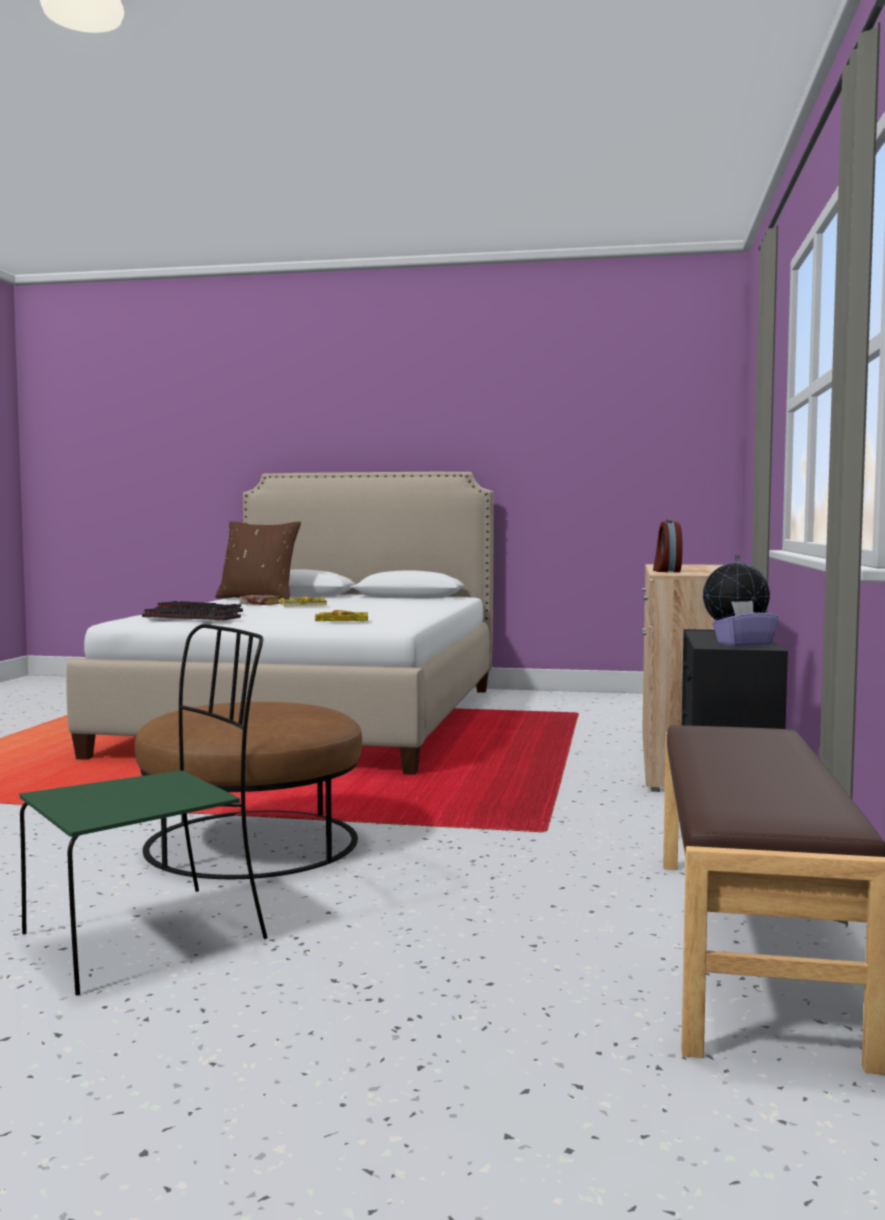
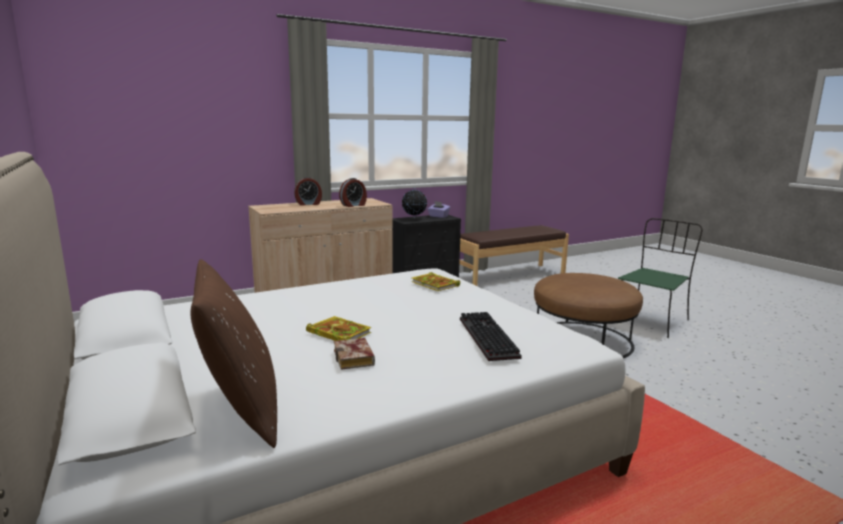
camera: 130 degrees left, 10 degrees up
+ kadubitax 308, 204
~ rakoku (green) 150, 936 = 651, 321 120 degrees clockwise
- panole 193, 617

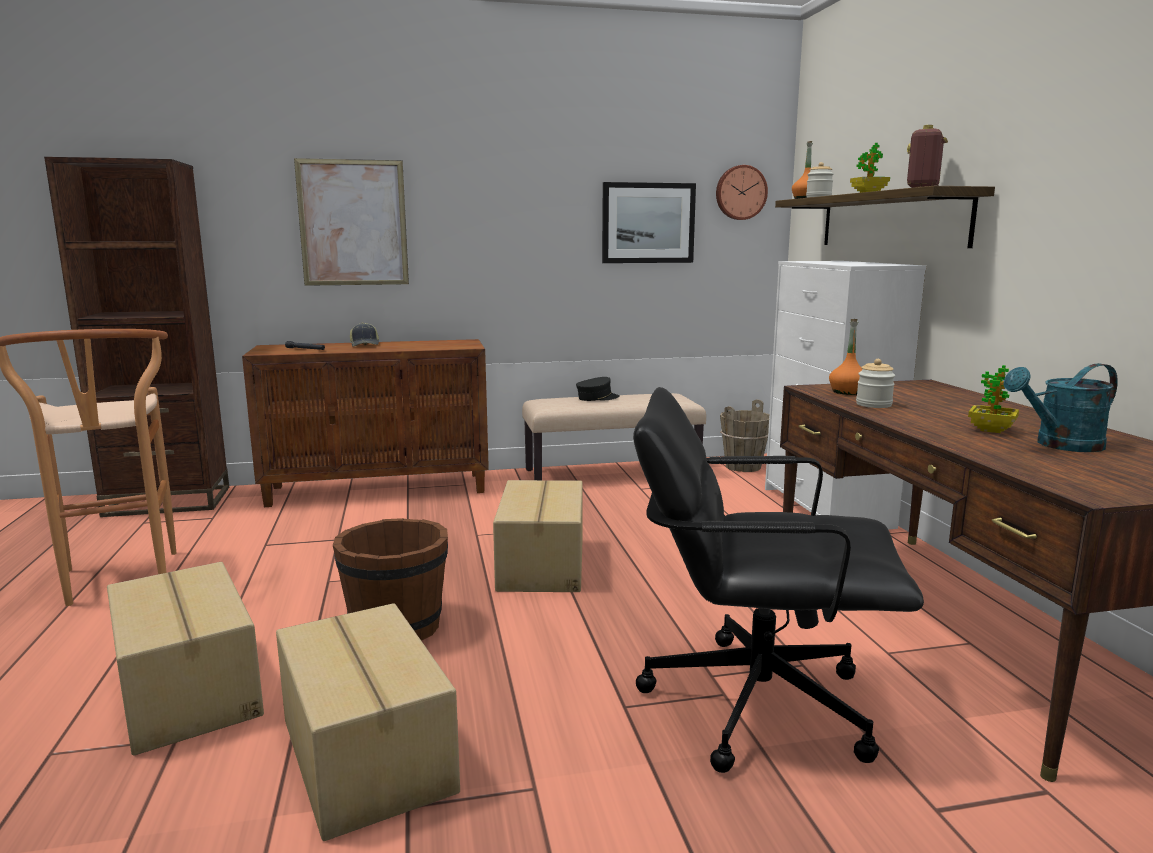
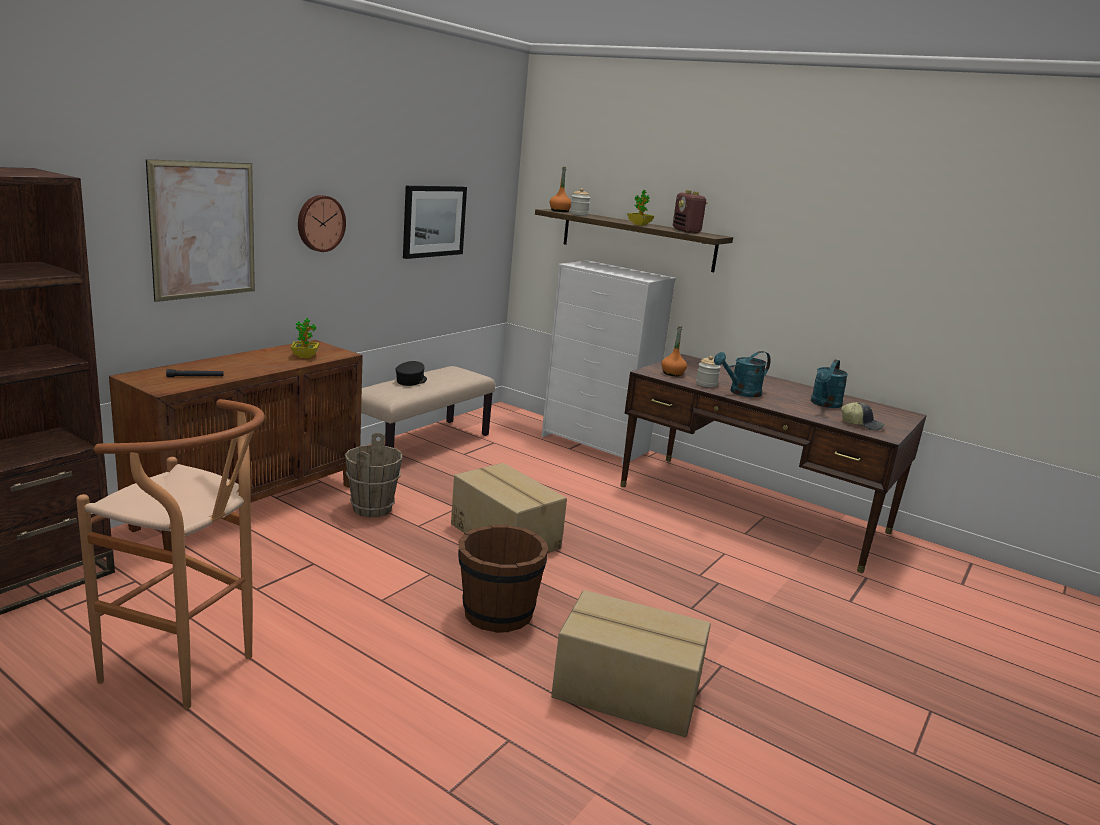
camera: 45 degrees left, 5 degrees up
~ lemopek 991, 430 to 305, 356
~ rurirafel 740, 192 to 320, 223
~ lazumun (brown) 743, 467 to 373, 509
+ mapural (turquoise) 740, 393
~ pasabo 365, 345 to 861, 424
- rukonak 190, 689
- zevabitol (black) 754, 702

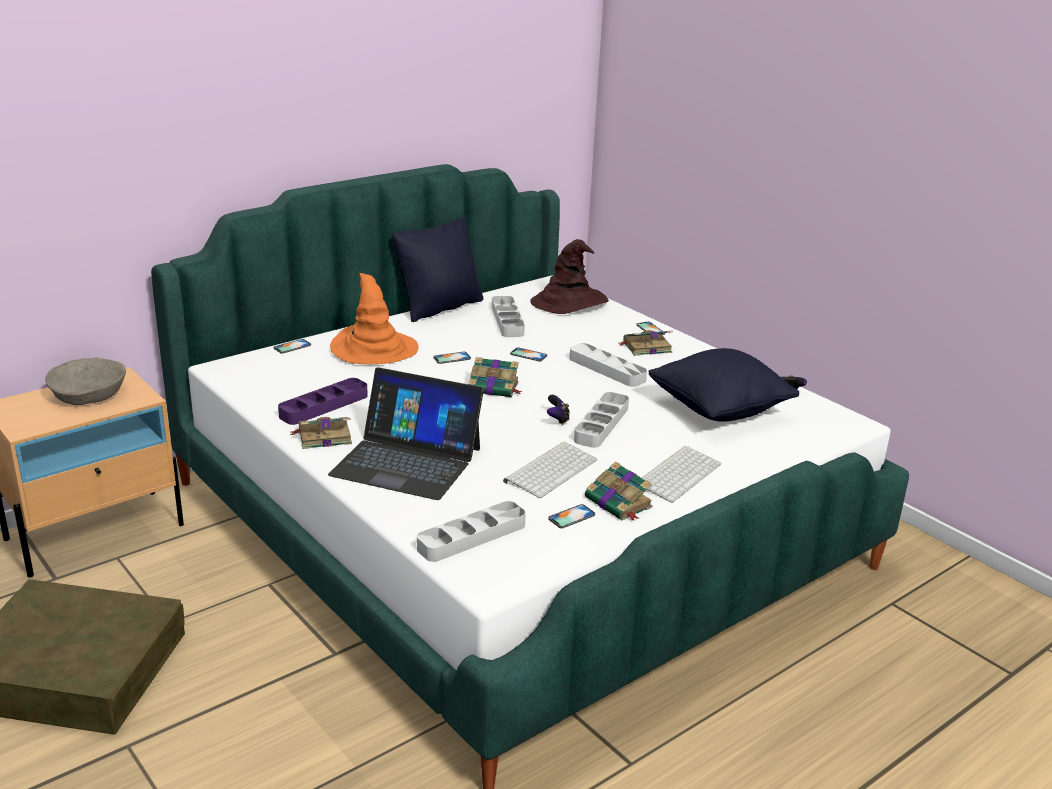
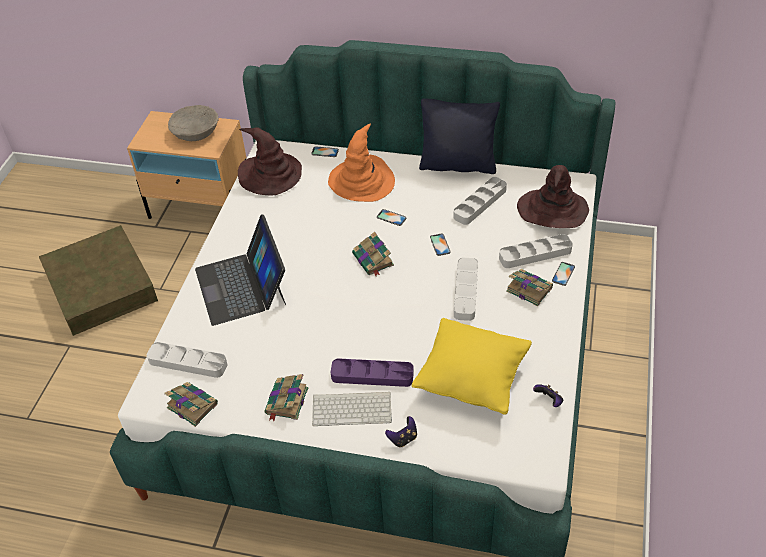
camera: 55 degrees right, 20 degrees up
~ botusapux 323, 437 to 191, 405
+ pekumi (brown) 271, 175
~ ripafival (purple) 324, 406 to 372, 375
~ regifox 557, 419 to 403, 438
~ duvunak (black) 719, 410 to duvunak (yellow) 472, 380
~ ripafival (grey) 601, 424 to 535, 254
- panole 550, 469
- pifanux 571, 517

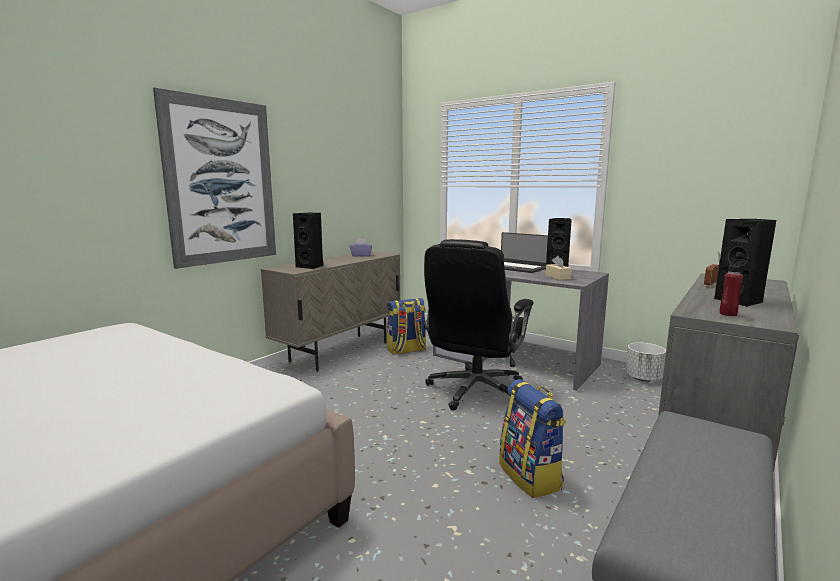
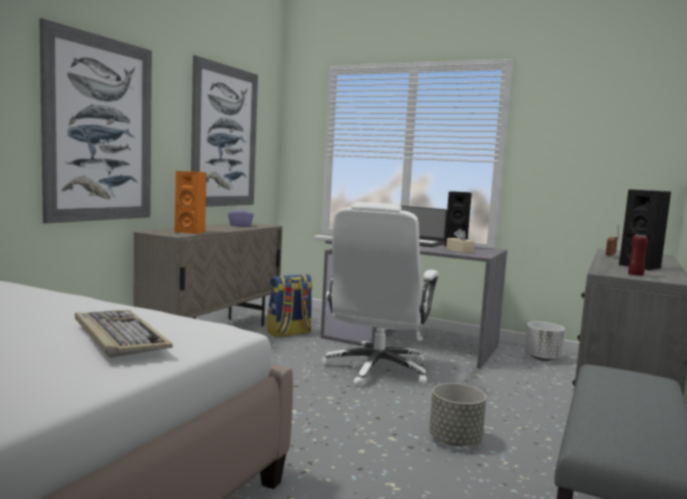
camera: 10 degrees left, 5 degrees down
+ panole 118, 336
~ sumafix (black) 311, 266 to sumafix (orange) 191, 232
+ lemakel 225, 136
~ zevabitol (black) 475, 391 to zevabitol (white) 376, 370
~ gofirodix 531, 476 to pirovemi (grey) 455, 440

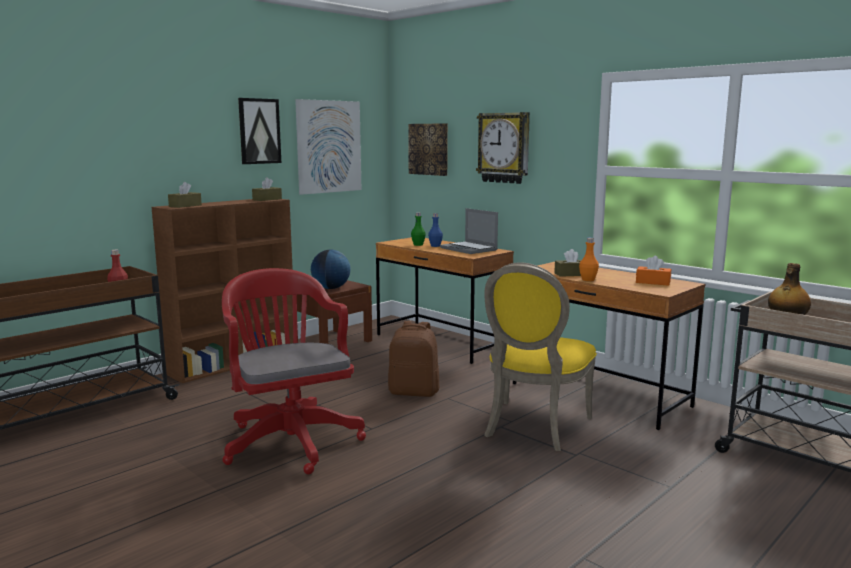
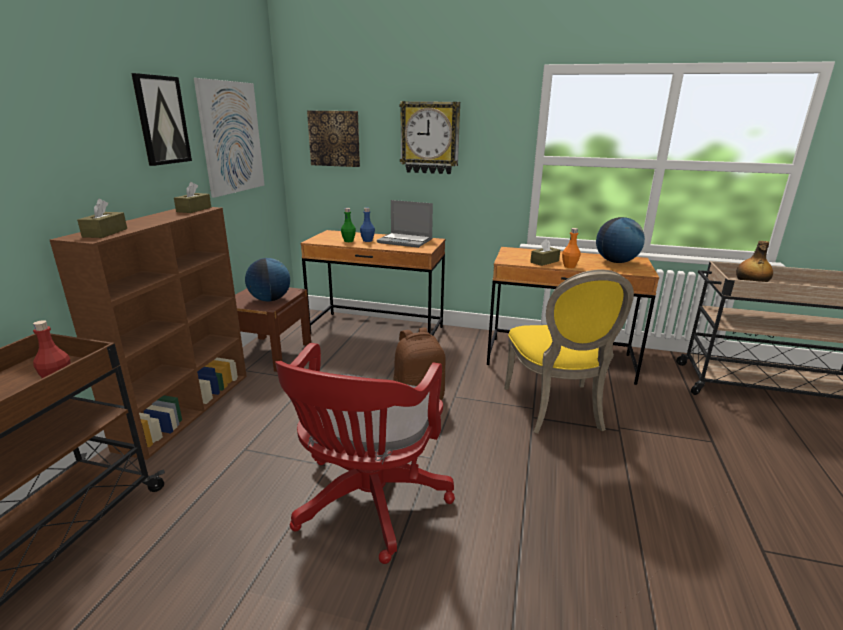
camera: 30 degrees left, 10 degrees up
~ zevabitol (red) 290, 439 = 367, 504 105 degrees counterclockwise
~ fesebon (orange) 653, 282 to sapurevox 616, 262

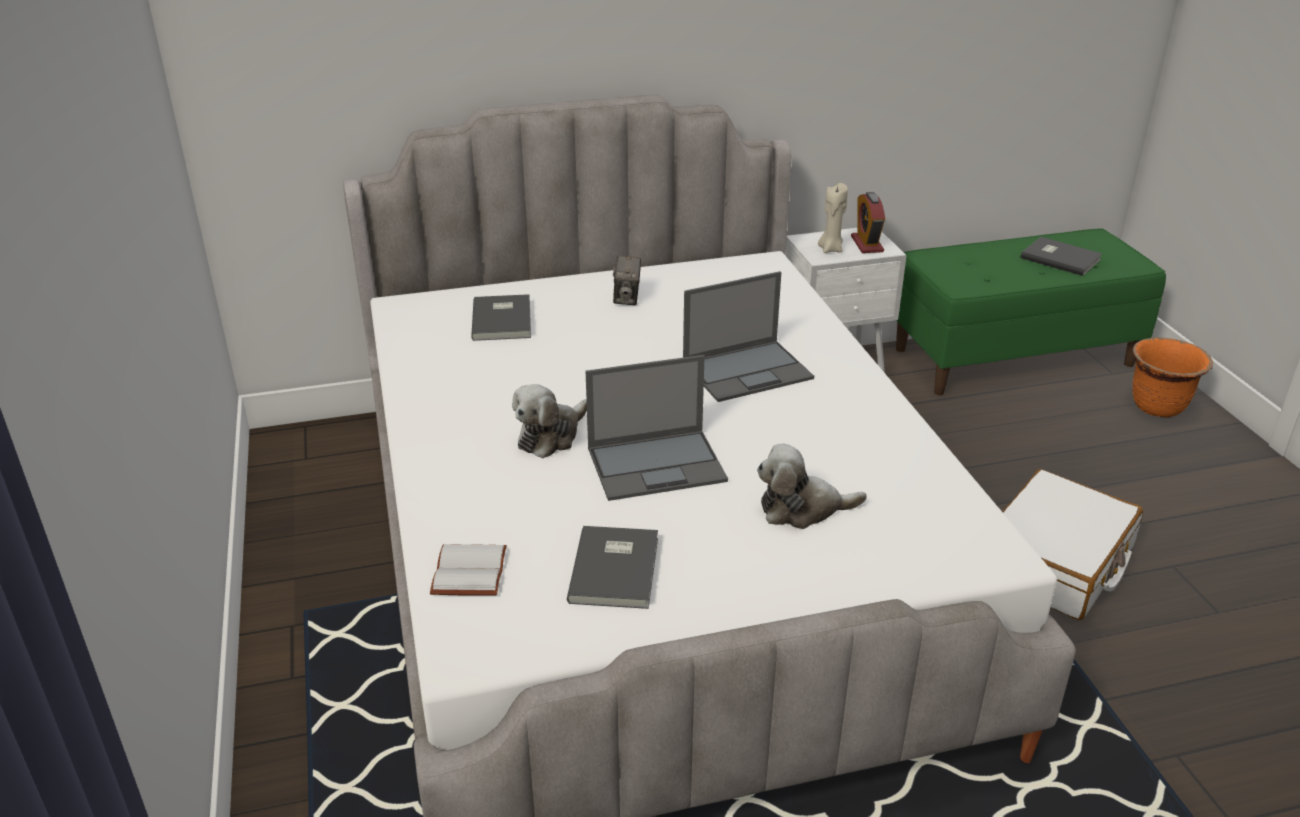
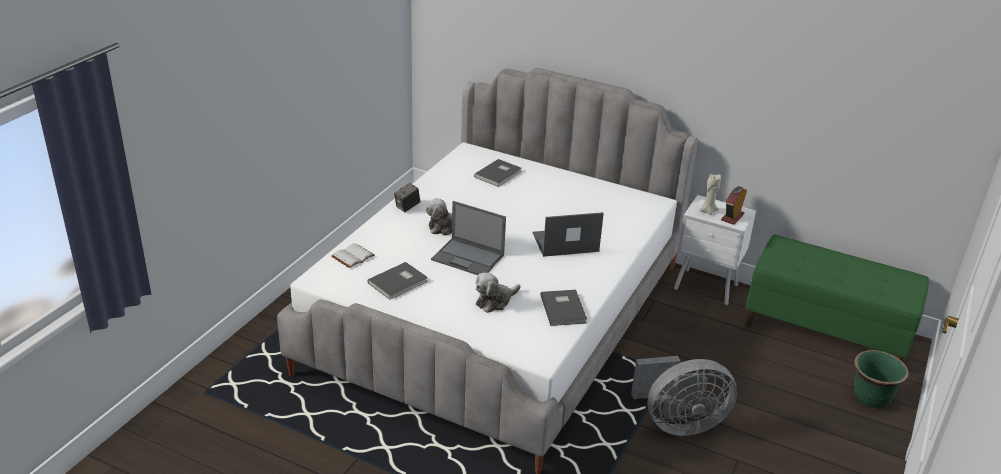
camera: 40 degrees right, 0 degrees up
~ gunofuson 627, 298 to 407, 207
~ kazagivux 802, 509 = 495, 301 75 degrees counterclockwise
~ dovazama 748, 370 = 564, 242 150 degrees clockwise
~ botusapux (grey) 1060, 258 to 564, 308
~ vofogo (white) 1055, 562 to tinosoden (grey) 678, 423
~ pirovemi (orange) 1158, 407 to pirovemi (green) 871, 398

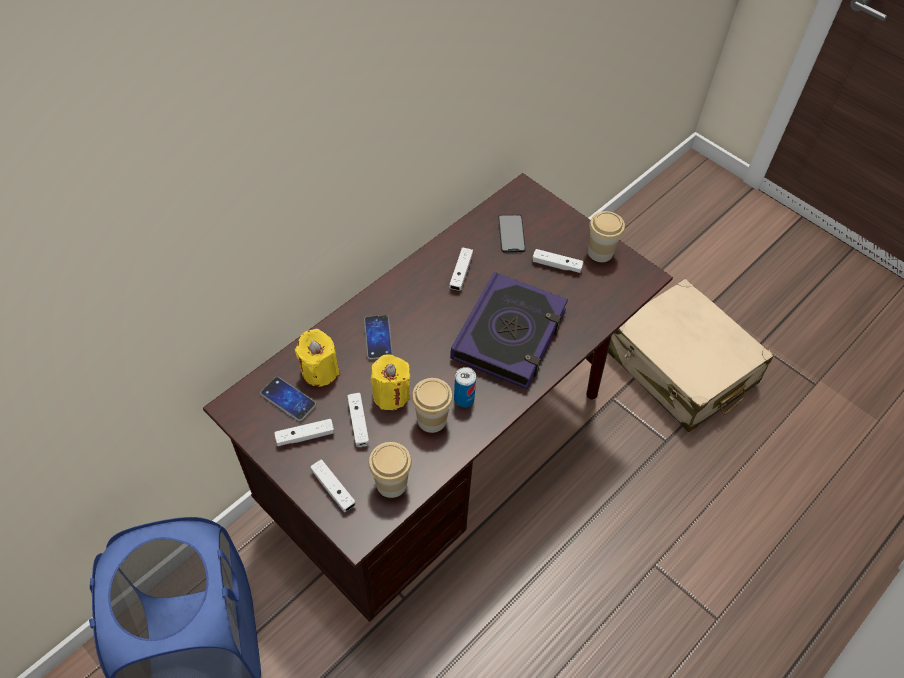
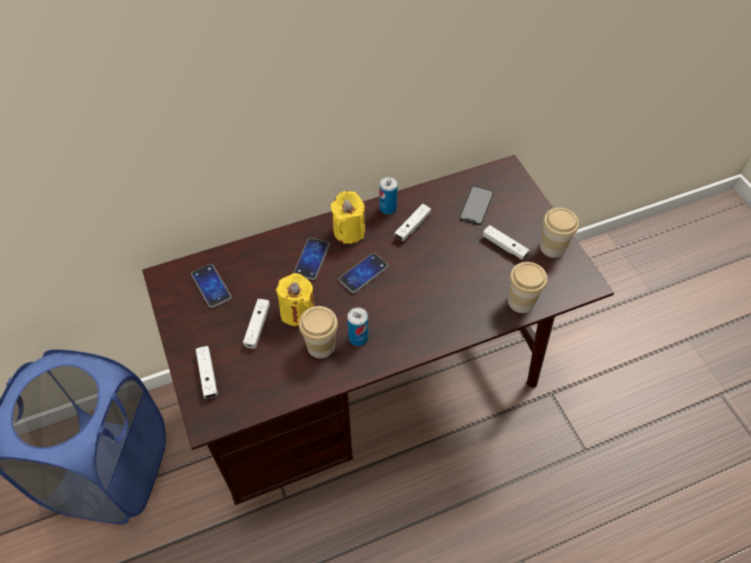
camera: 25 degrees right, 0 degrees up
~ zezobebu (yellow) 319, 371 to 349, 231
+ pifanux 363, 273
+ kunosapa 388, 208
~ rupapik 391, 483 to 521, 301
- regifox (white) 305, 436
- botusapux 509, 335
- vofogo (beige) 681, 368

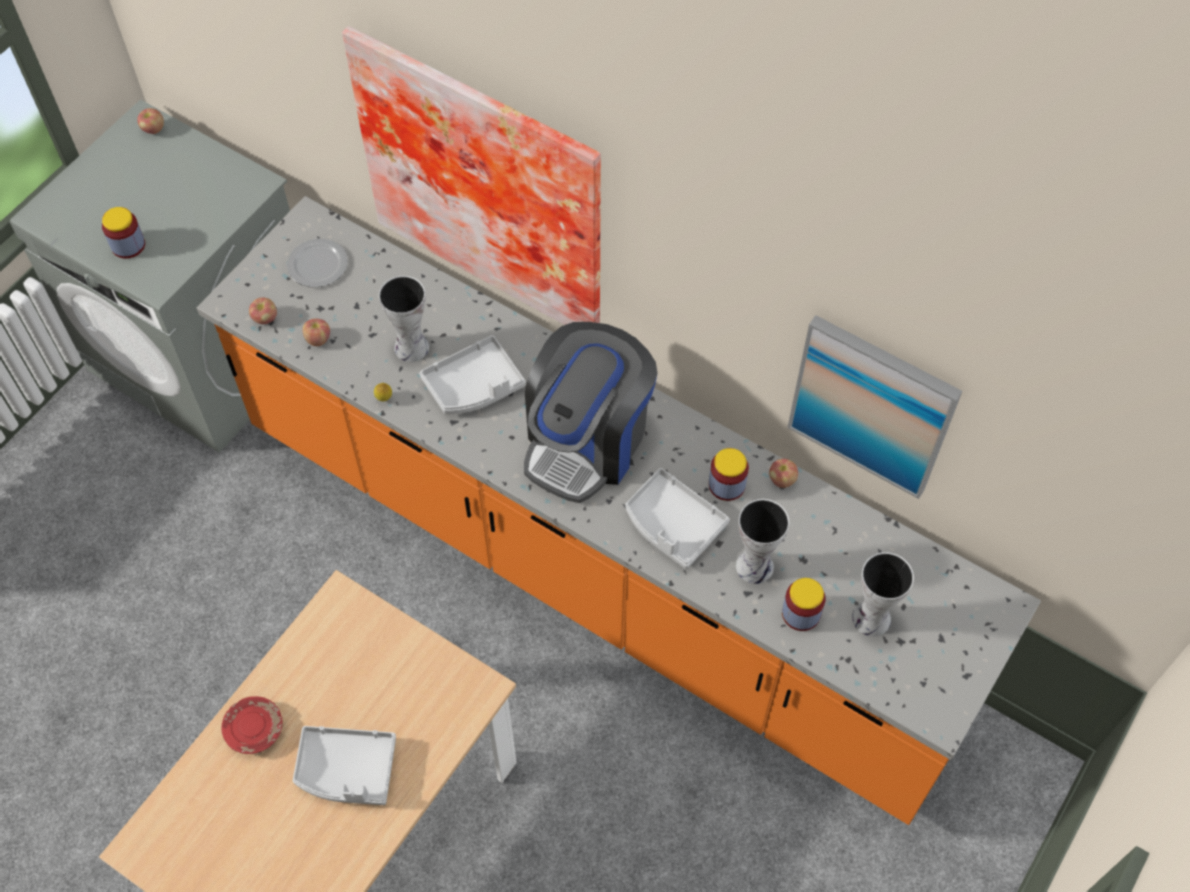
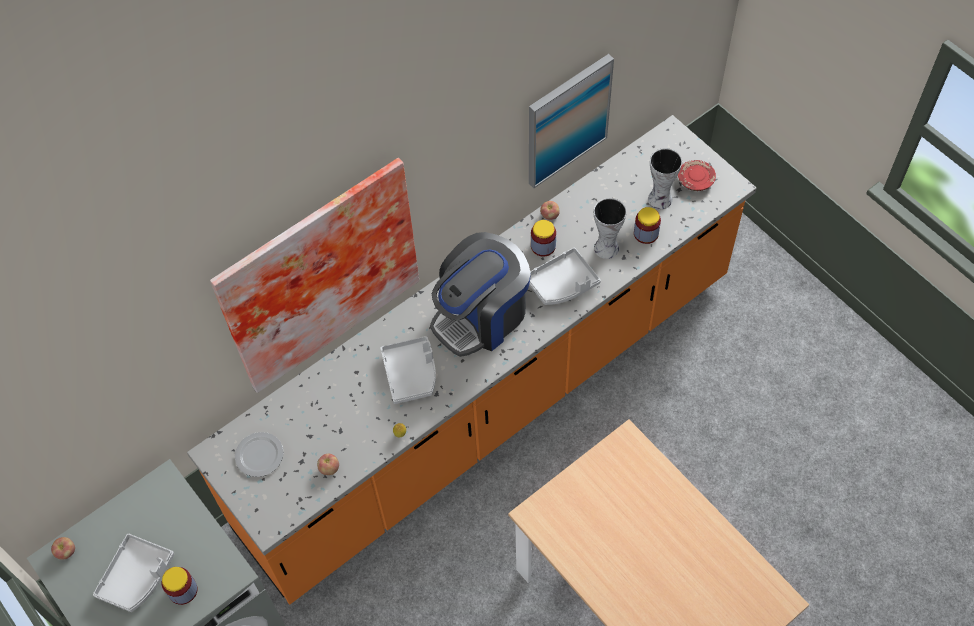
camera: 70 degrees left, 0 degrees up
~ ripafival (grey) 347, 770 to 137, 577
~ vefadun 587, 440 = 481, 316 90 degrees clockwise
~ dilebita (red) 254, 729 to 695, 180
- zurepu 265, 318
- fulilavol 409, 347

